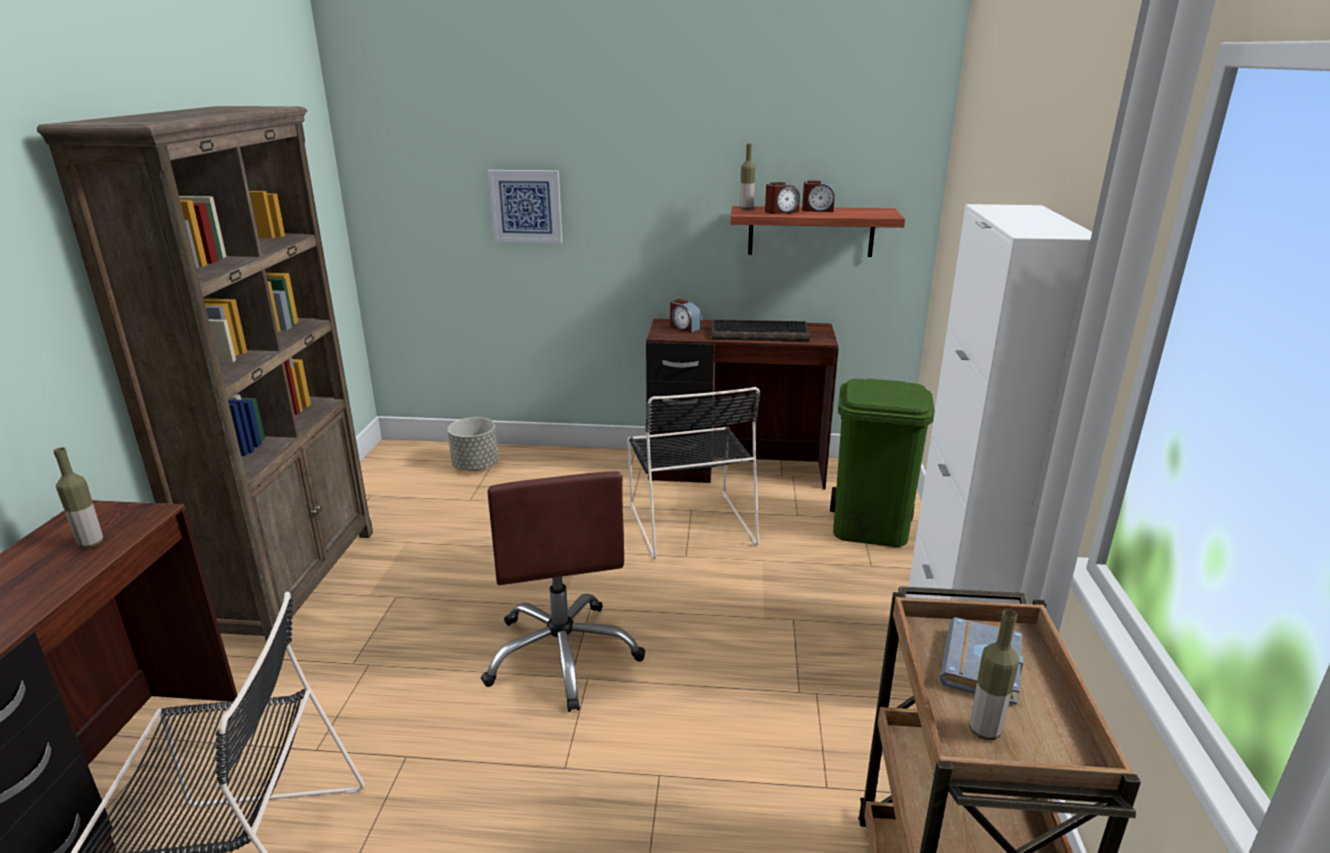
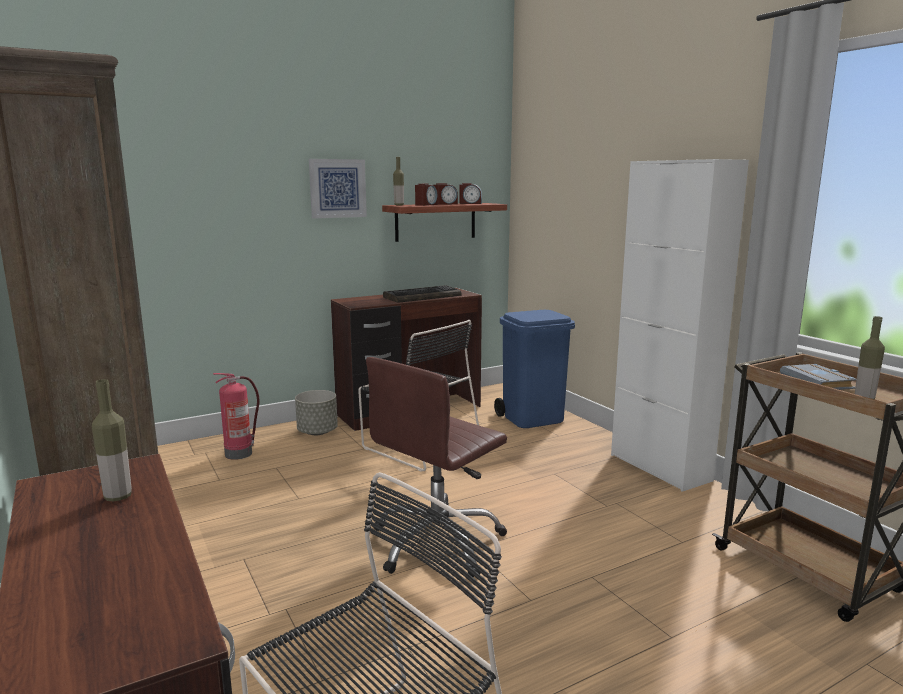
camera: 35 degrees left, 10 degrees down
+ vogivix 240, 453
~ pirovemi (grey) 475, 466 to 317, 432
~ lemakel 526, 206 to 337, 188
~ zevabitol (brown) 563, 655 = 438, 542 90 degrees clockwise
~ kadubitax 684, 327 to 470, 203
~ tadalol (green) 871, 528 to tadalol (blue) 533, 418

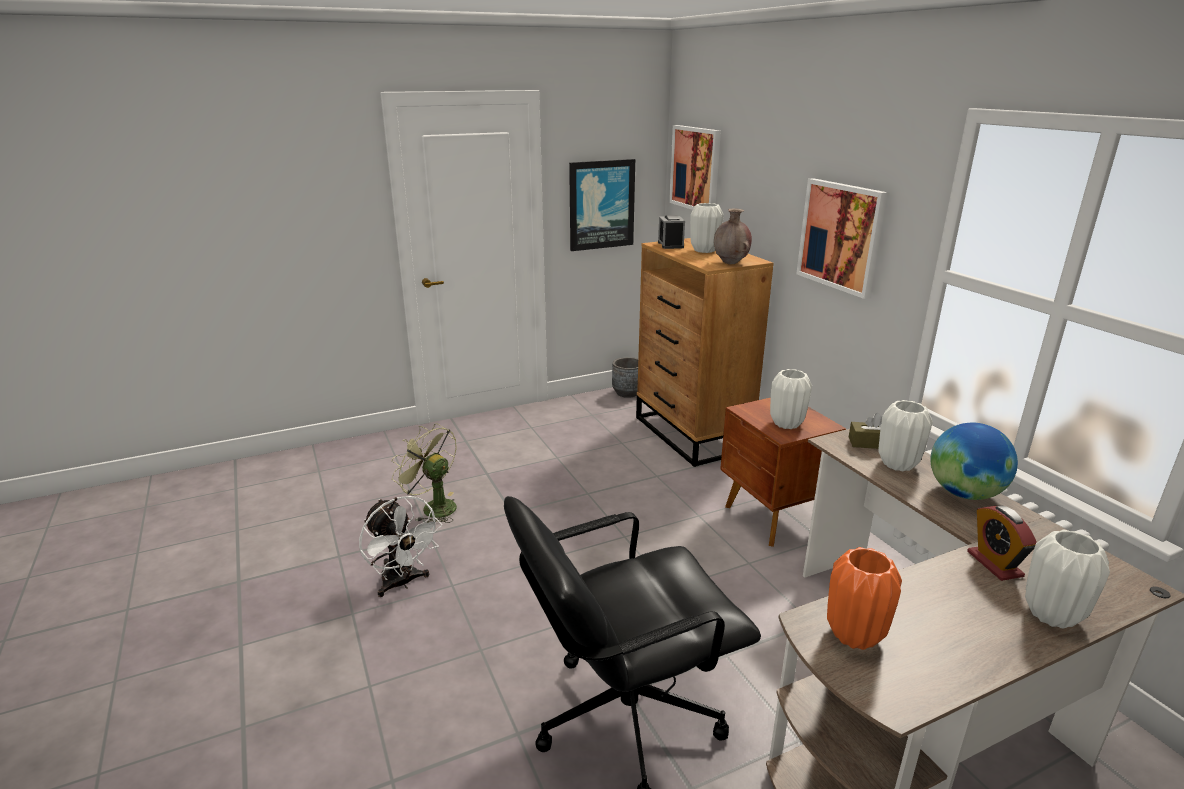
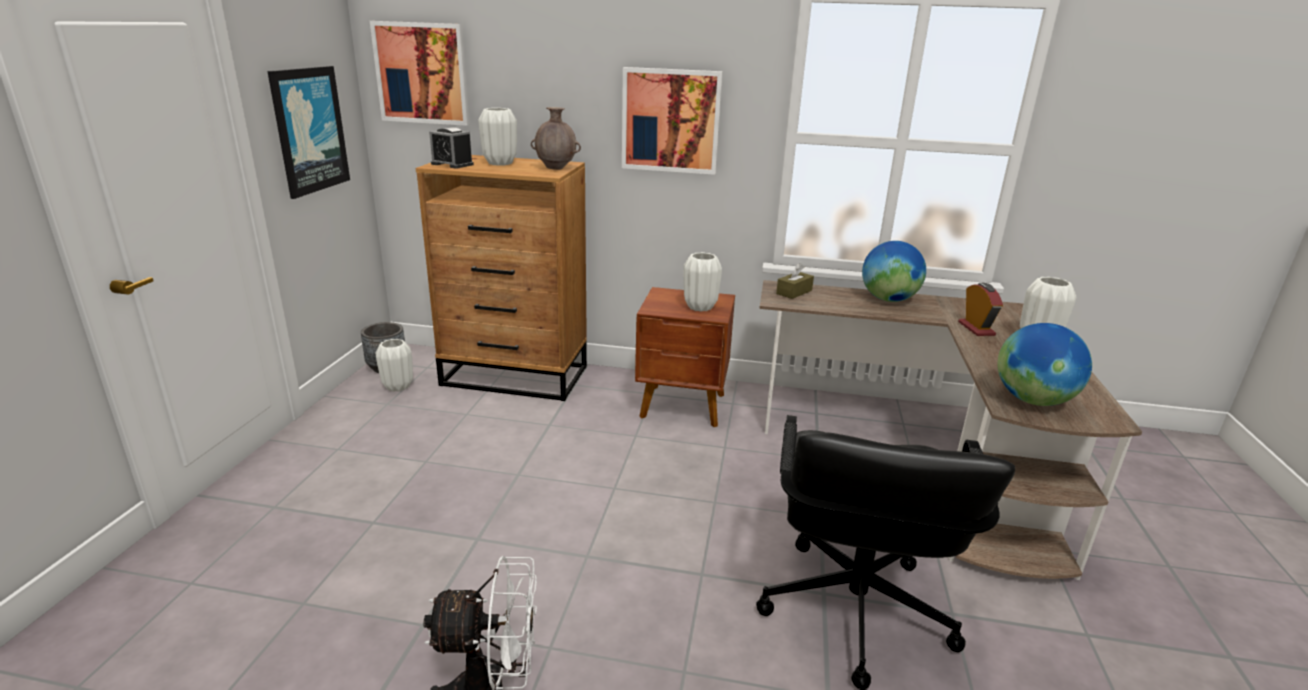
camera: 55 degrees left, 0 degrees up
~ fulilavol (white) 898, 464 to 398, 386
~ kadubitax 994, 564 = 976, 328 120 degrees counterclockwise
~ fulilavol (orange) 853, 635 to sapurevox 1032, 400
- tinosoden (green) 433, 507

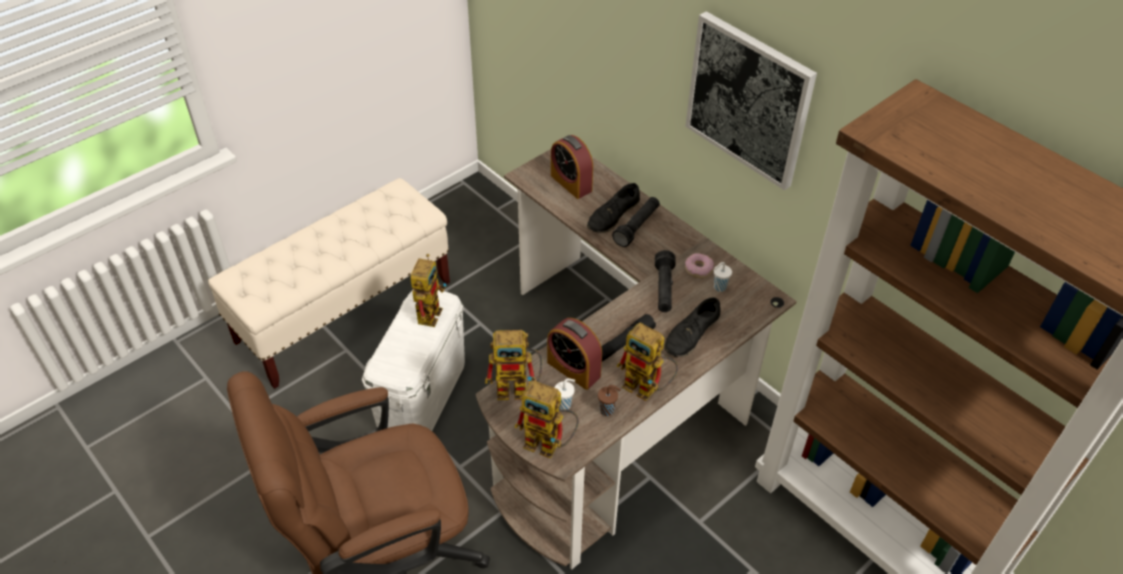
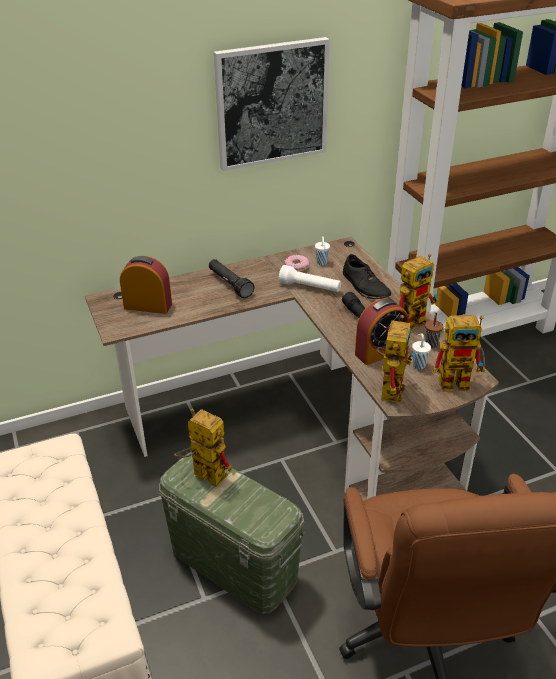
camera: 70 degrees left, 10 degrees down
~ kadubitax 571, 183 = 148, 306 150 degrees counterclockwise
~ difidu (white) 422, 395 to difidu (green) 233, 564
~ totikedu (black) 664, 289 to totikedu (white) 310, 287
~ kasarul 550, 444 = 460, 382 45 degrees clockwise
- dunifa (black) 613, 216

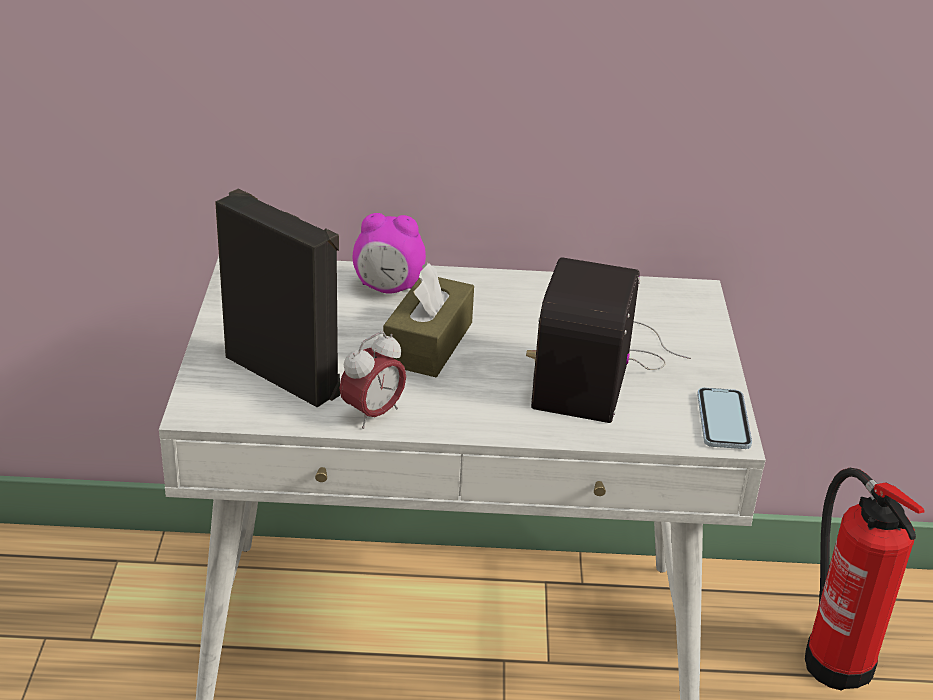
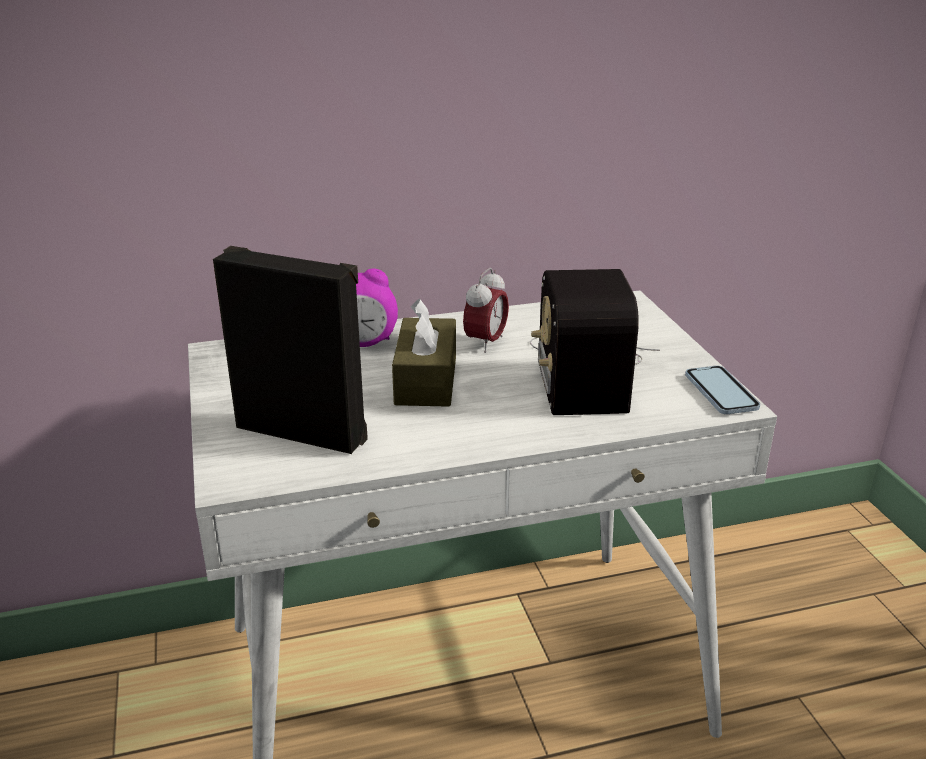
camera: 15 degrees left, 5 degrees down
~ kadubitax 373, 414 to 485, 343
- vogivix 835, 658

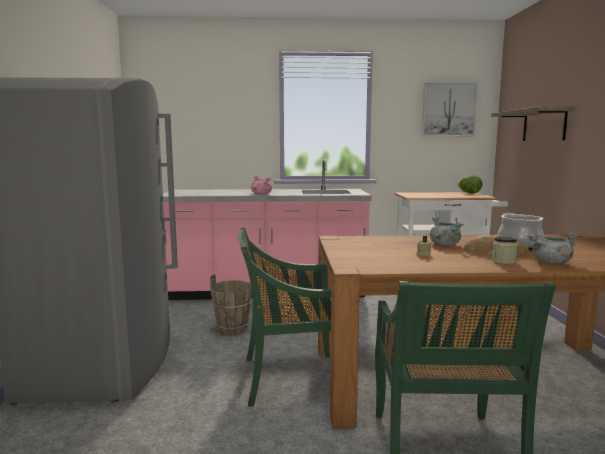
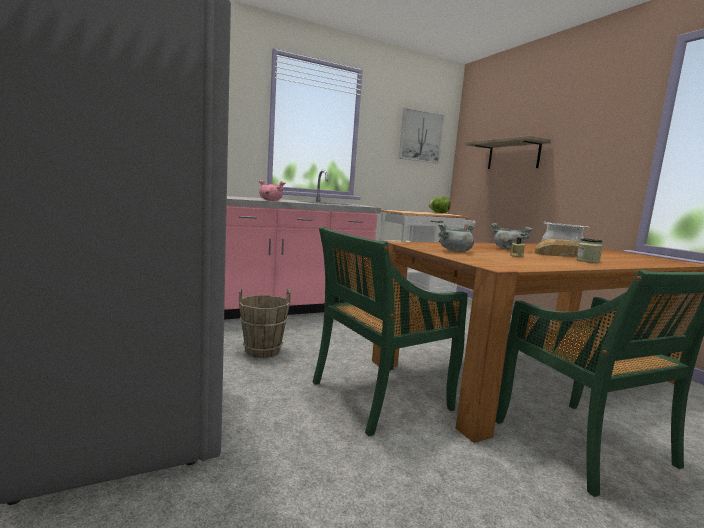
camera: 25 degrees left, 0 degrees up
~ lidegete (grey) 551, 262 to 455, 251

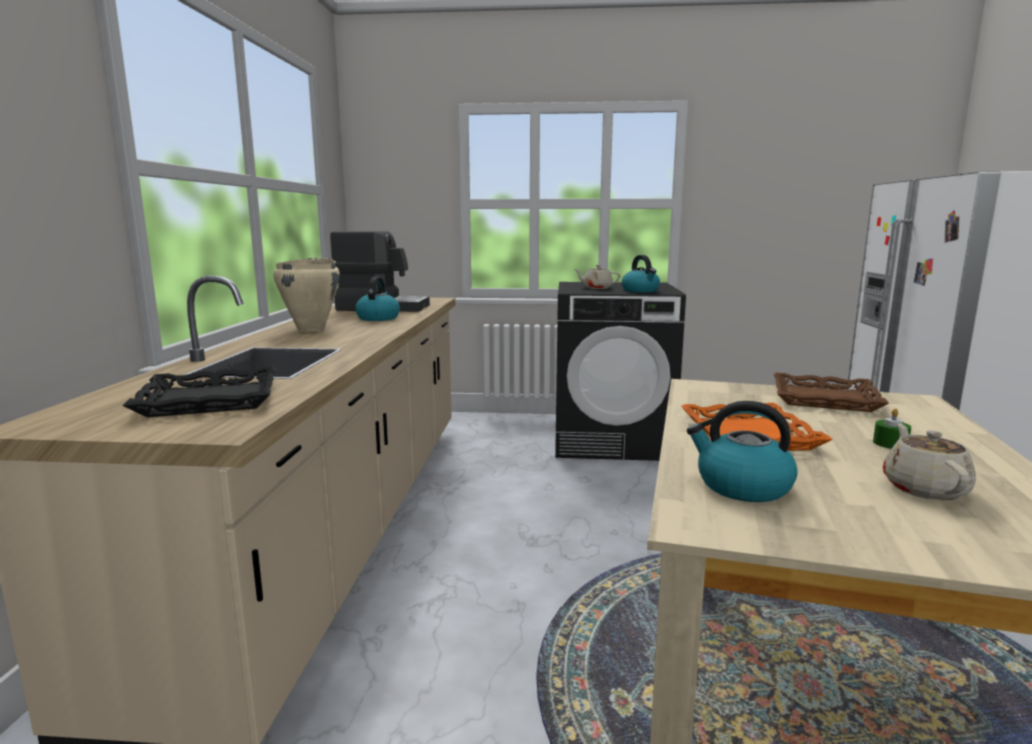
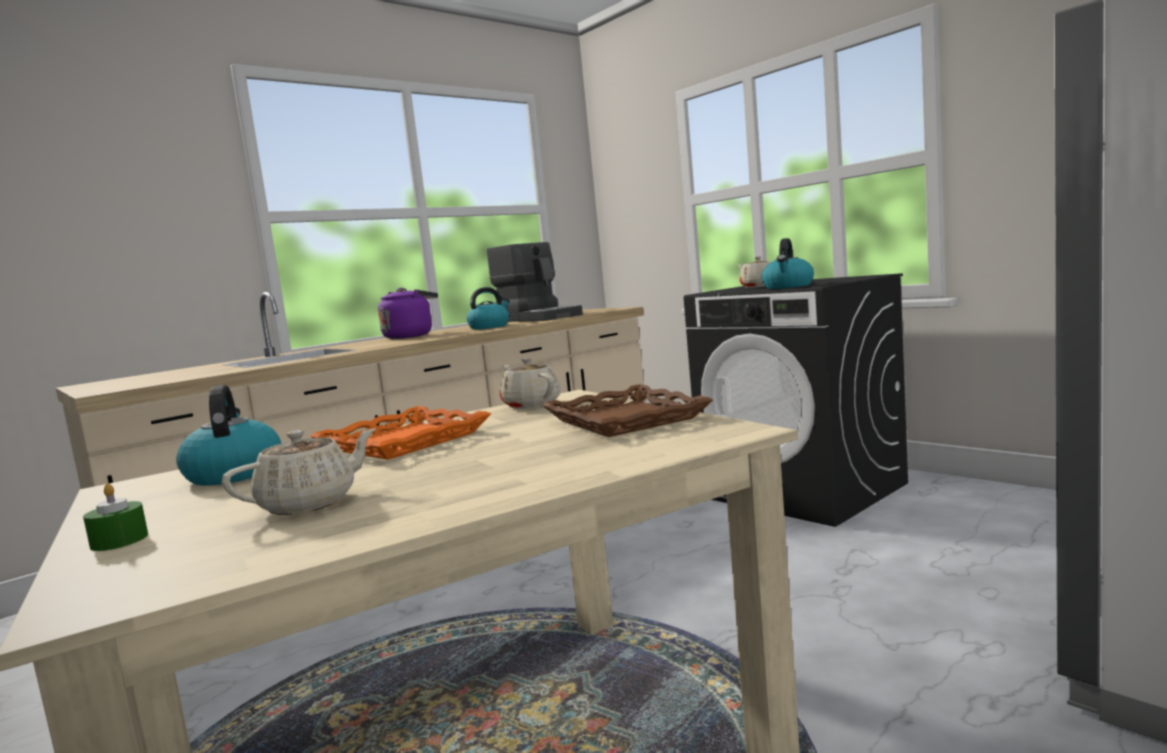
camera: 45 degrees right, 5 degrees down
~ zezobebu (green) 890, 443 to 119, 541
~ lidegete (beige) 312, 329 to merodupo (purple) 410, 336
+ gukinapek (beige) 531, 404
- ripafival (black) 209, 401

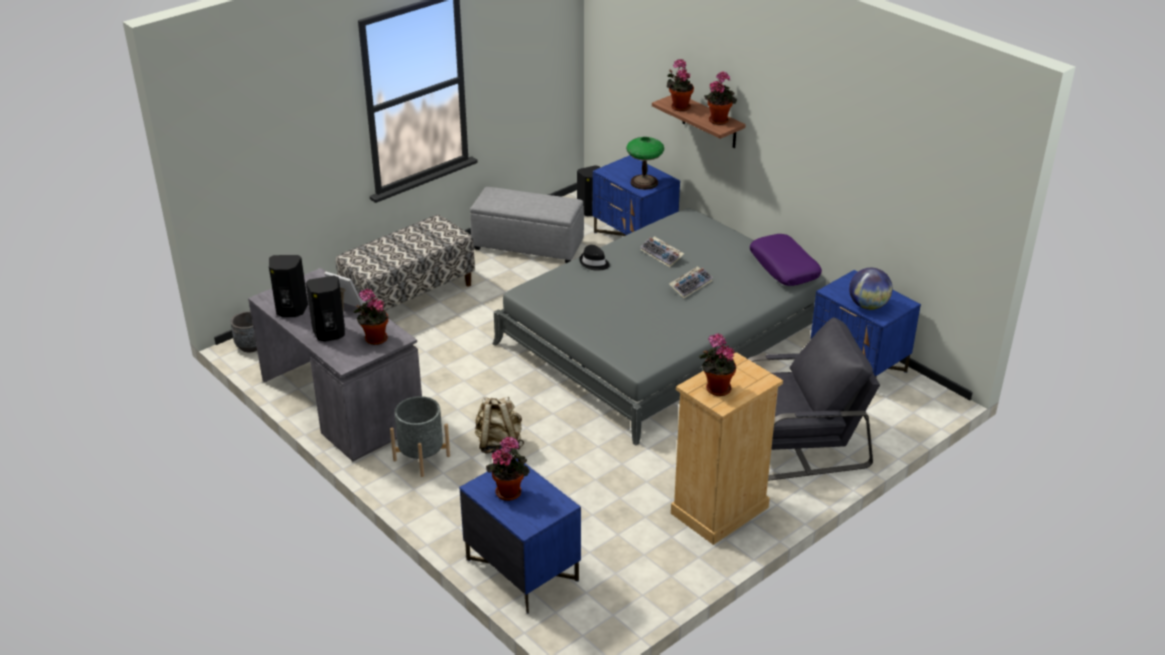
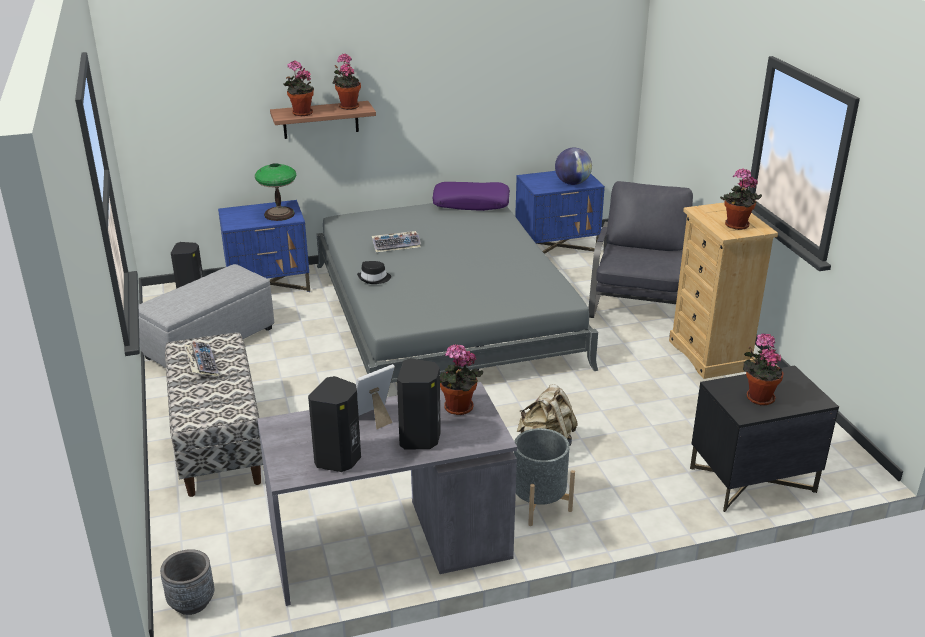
camera: 65 degrees left, 5 degrees down
~ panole 690, 285 to 201, 364
~ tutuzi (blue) 521, 569 to tutuzi (black) 751, 480

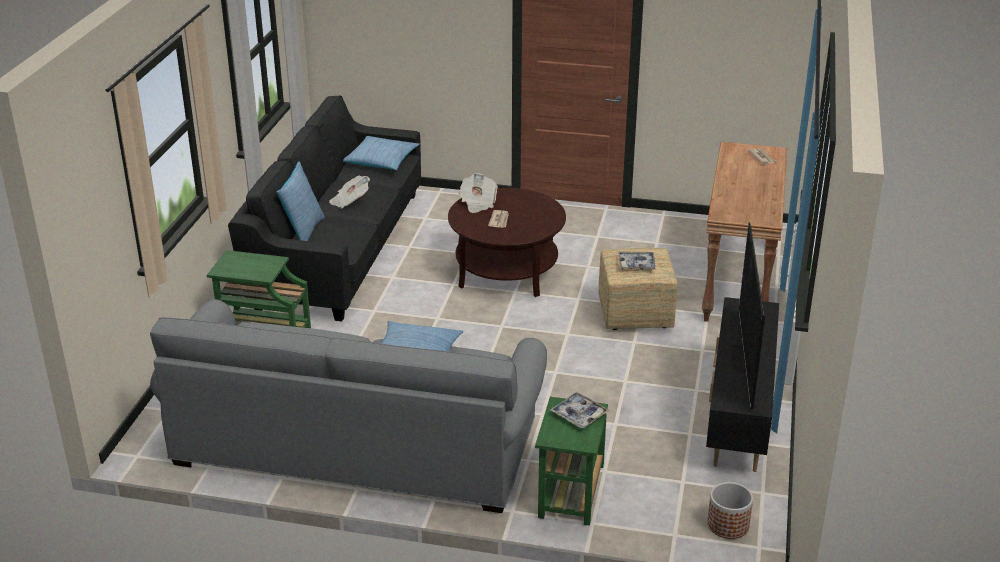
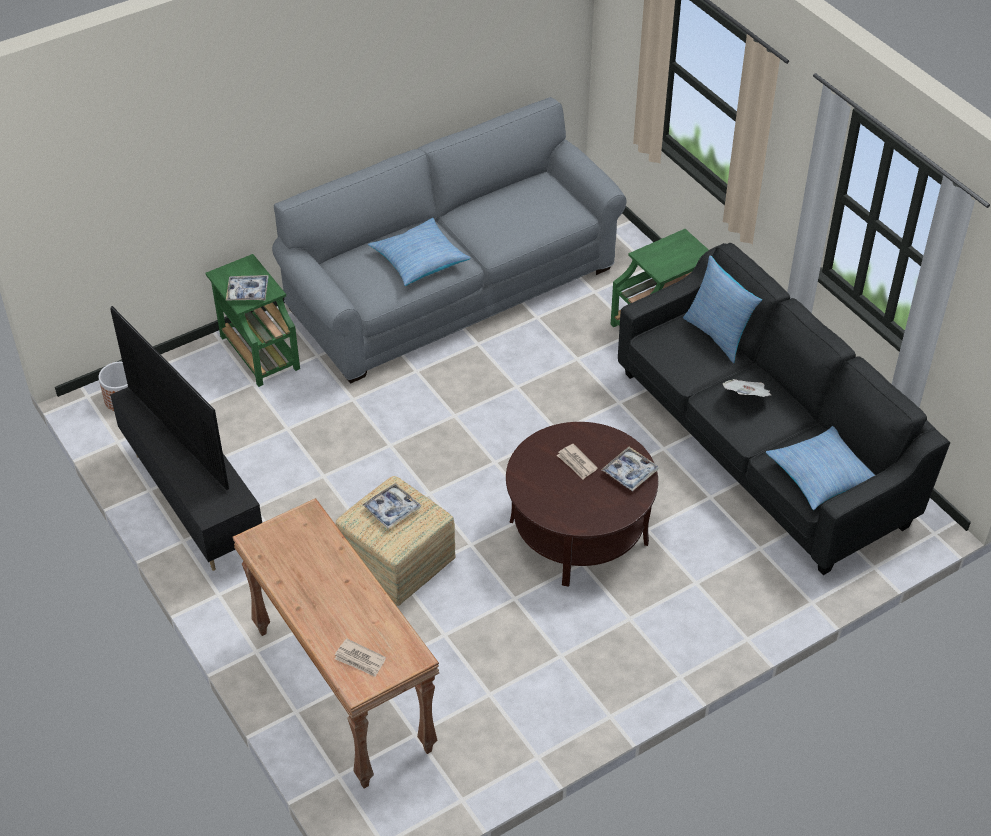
camera: 135 degrees right, 15 degrees up
~ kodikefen 478, 203 to ripafival 630, 473

